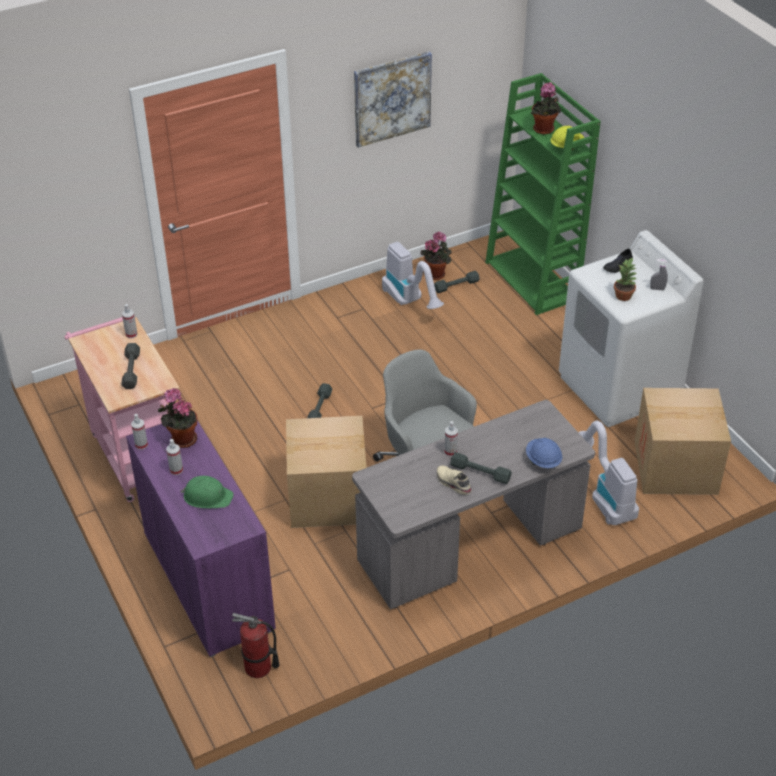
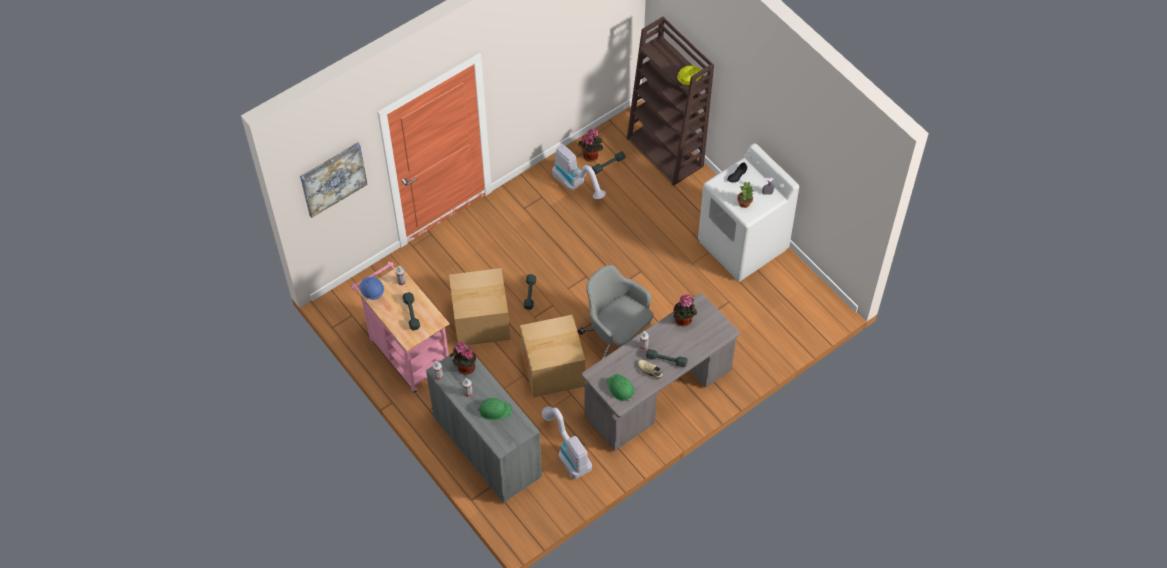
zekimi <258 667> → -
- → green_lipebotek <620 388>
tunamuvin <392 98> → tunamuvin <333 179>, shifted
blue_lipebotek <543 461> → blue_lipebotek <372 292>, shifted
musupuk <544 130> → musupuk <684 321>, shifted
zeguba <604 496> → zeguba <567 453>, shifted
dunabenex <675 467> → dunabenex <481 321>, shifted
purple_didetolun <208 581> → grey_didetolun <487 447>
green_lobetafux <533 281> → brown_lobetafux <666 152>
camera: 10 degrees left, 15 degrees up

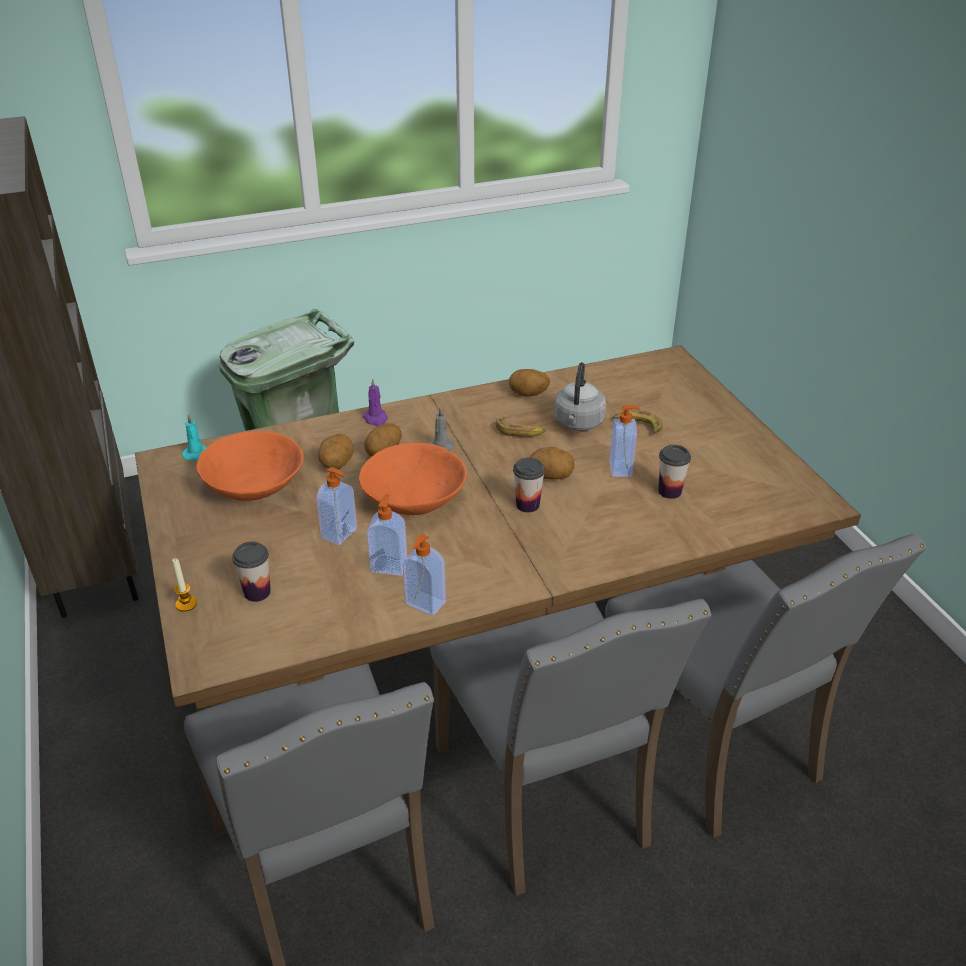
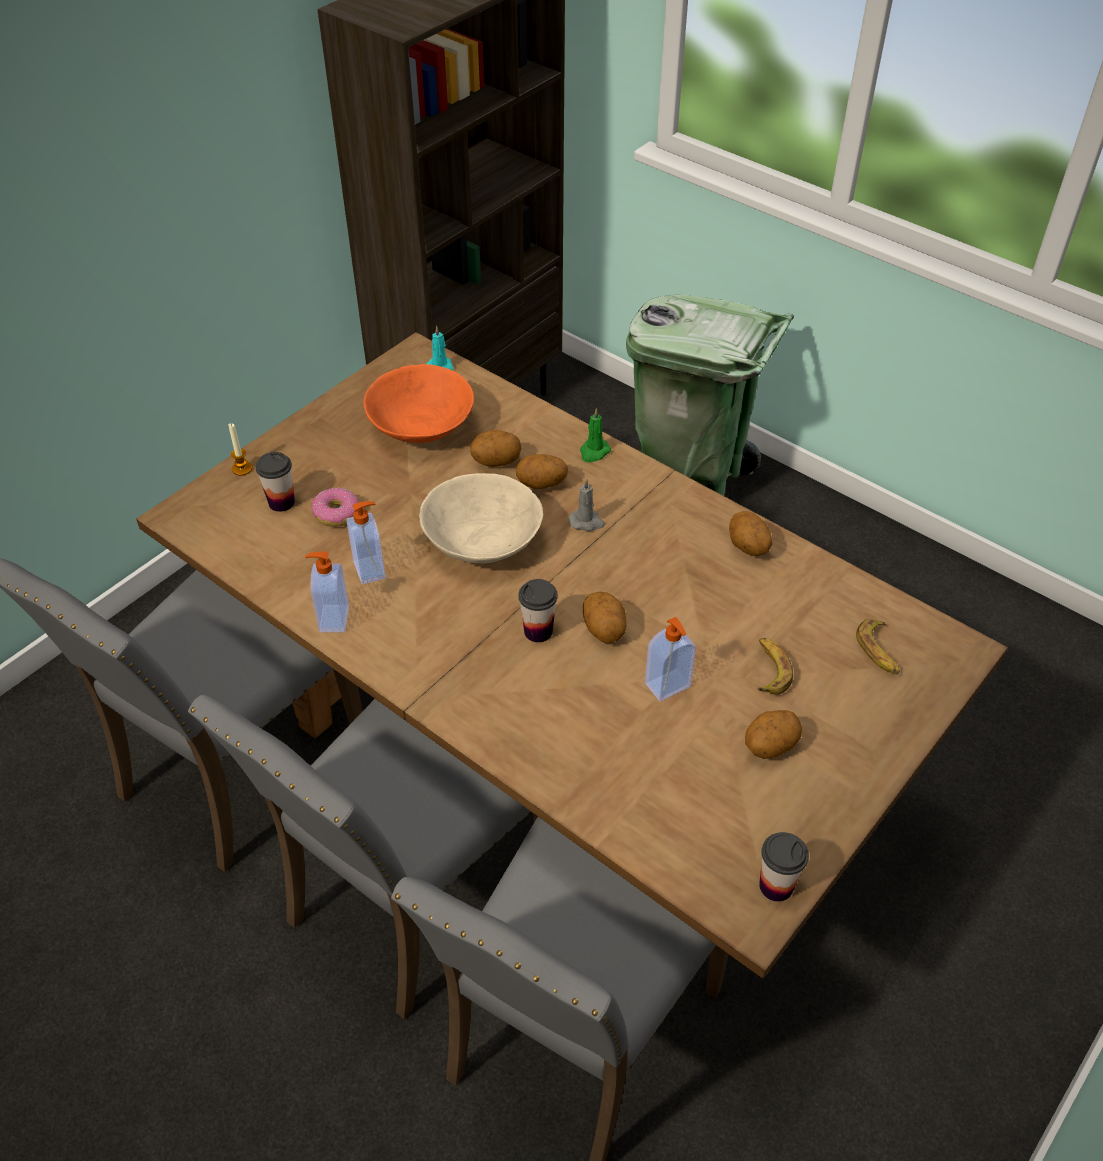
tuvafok <340 534> → -
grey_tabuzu <578 424> → -
- → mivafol <336 513>
- → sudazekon <770 746>
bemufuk <520 431> → bemufuk <879 651>, shifted
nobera <669 491> → nobera <776 886>, shifted
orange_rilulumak <414 499> → beige_rilulumak <482 541>
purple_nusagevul <376 419> → green_nusagevul <594 452>
camera: 60 degrees right, 10 degrees up

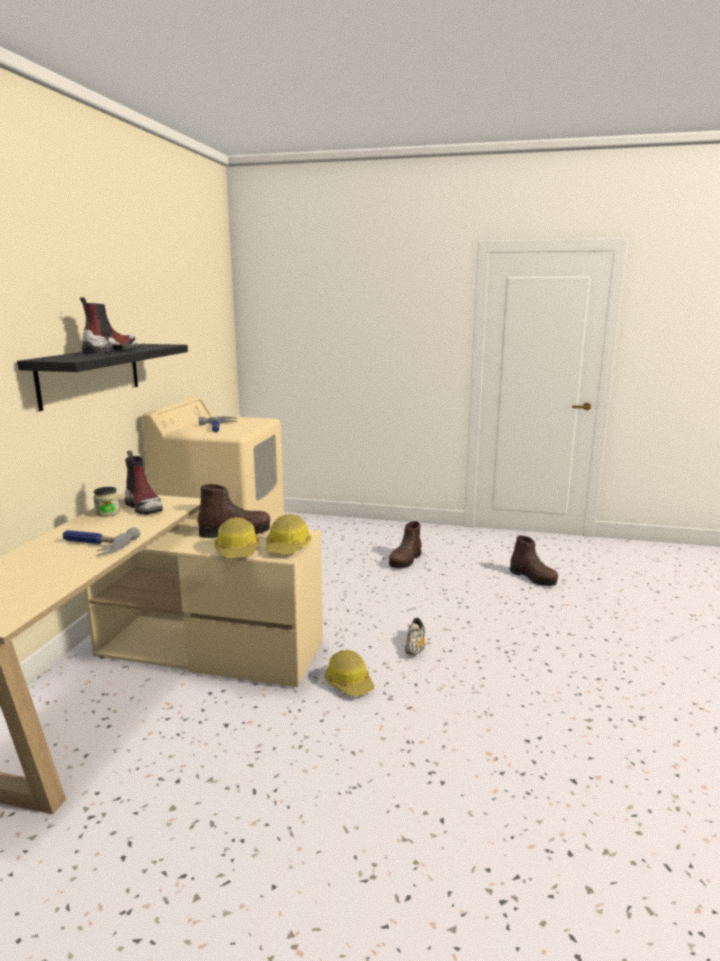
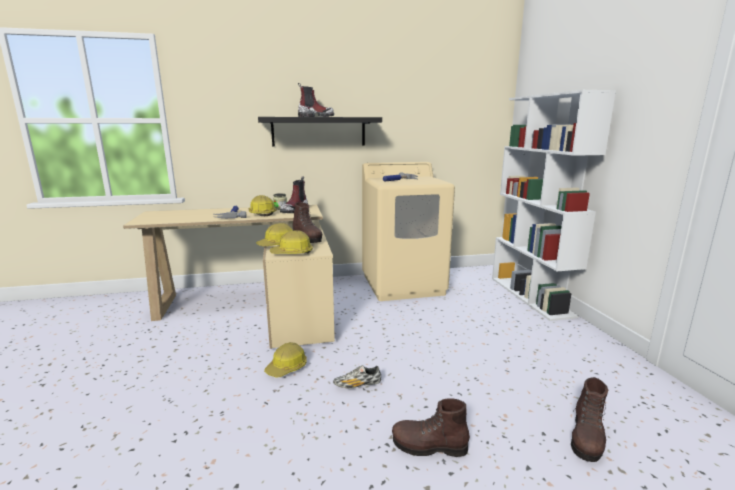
- → lipebotek <261 213>
- → white_lobetafux <531 296>
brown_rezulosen <405 561> → brown_rezulosen <429 446>, shifted
camera: 65 degrees right, 0 degrees up

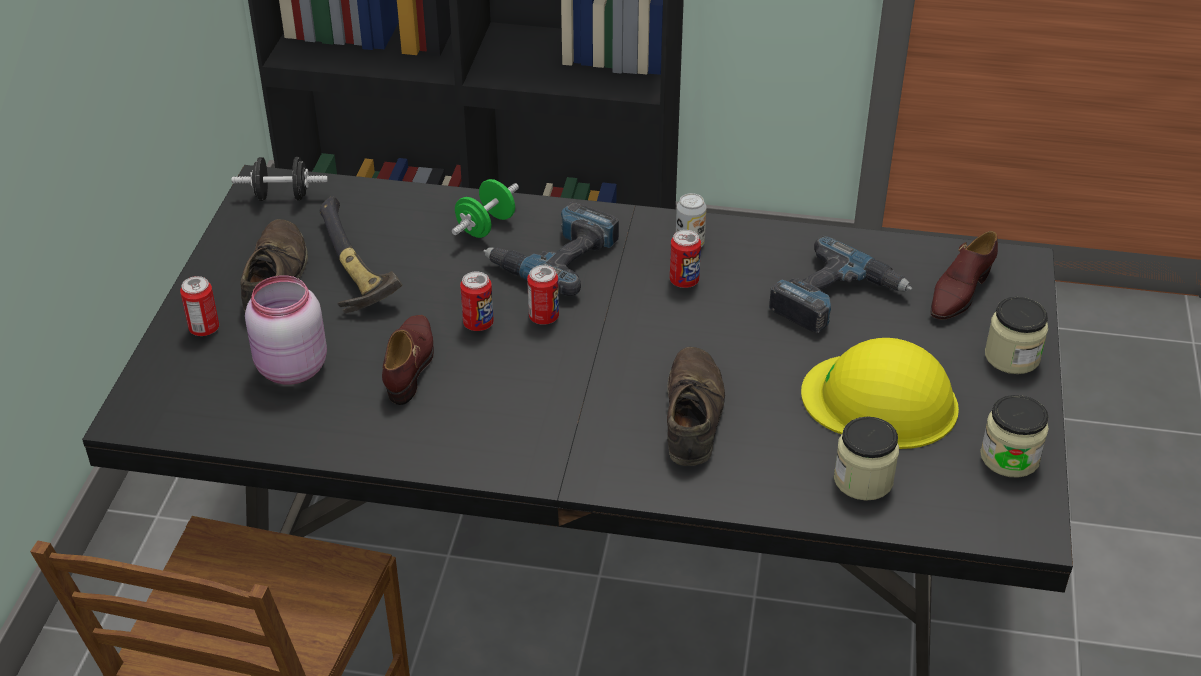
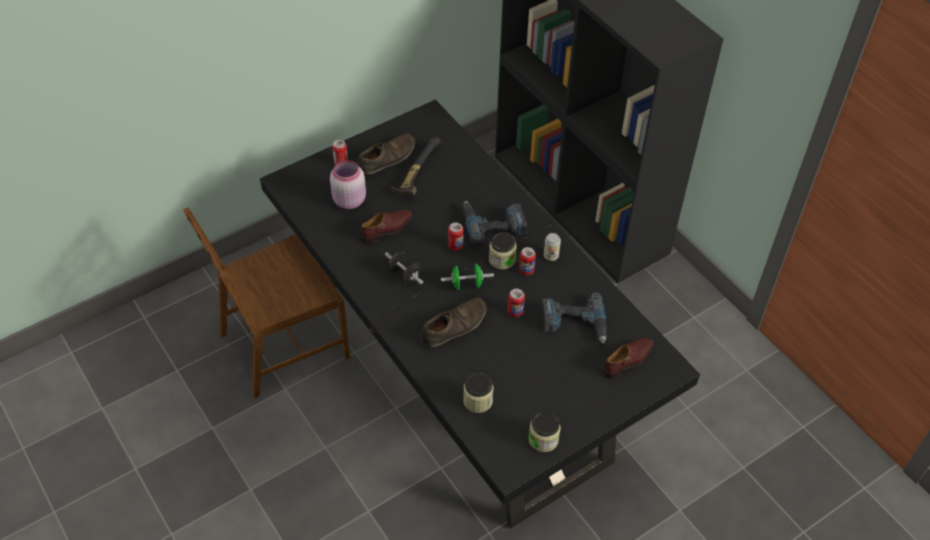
yellow_lipebotek <880 401> → -
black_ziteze <282 196> → black_ziteze <404 275>, shifted
green_ziteze <486 226> → green_ziteze <467 284>, shifted
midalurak <478 324> → midalurak <515 311>, shifted
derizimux <1012 357> → derizimux <502 259>, shifted
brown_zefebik <959 291> → brown_zefebik <628 360>, 150 degrees clockwise
camera: 45 degrees right, 10 degrees up

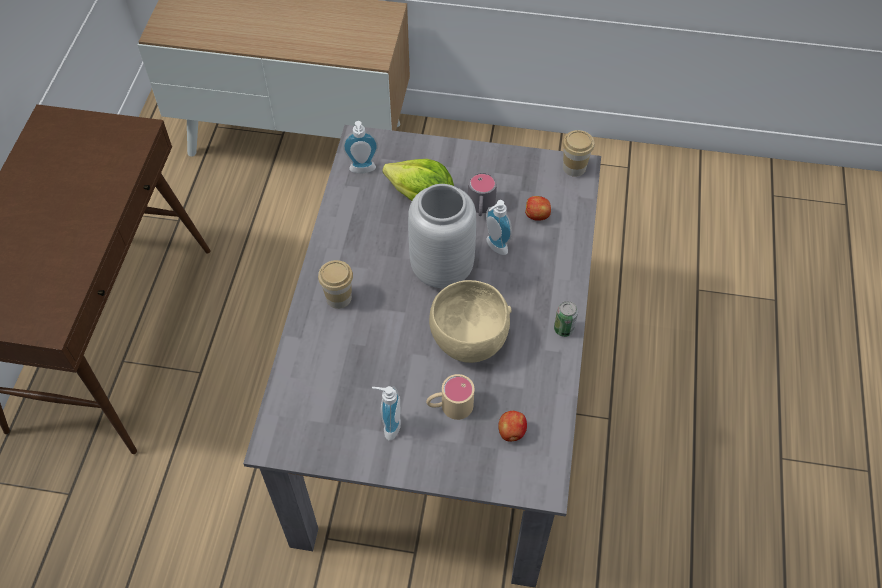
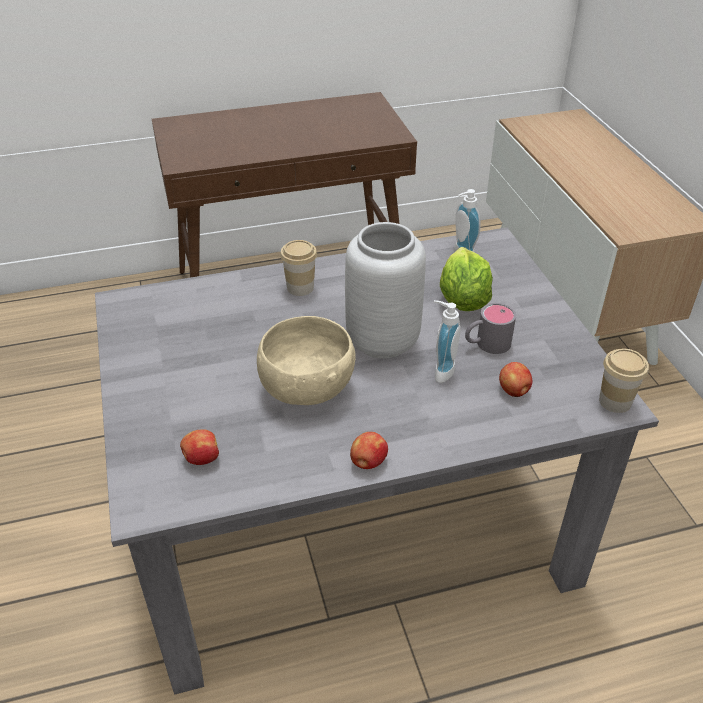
tuvafok <388 425> → -
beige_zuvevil <449 406> → -
midalurak <564 329> → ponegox <368 462>
camera: 65 degrees right, 15 degrees down

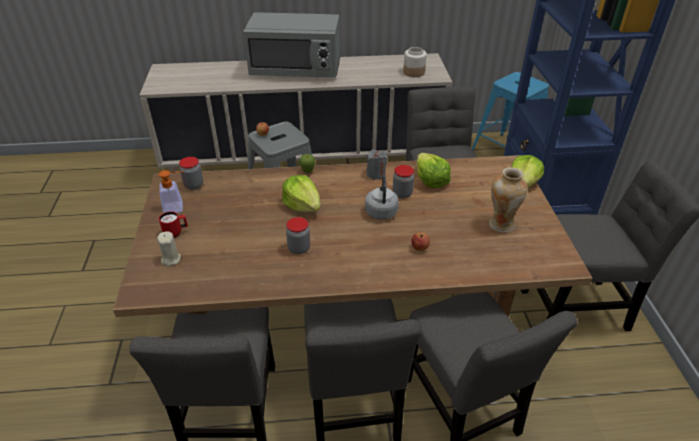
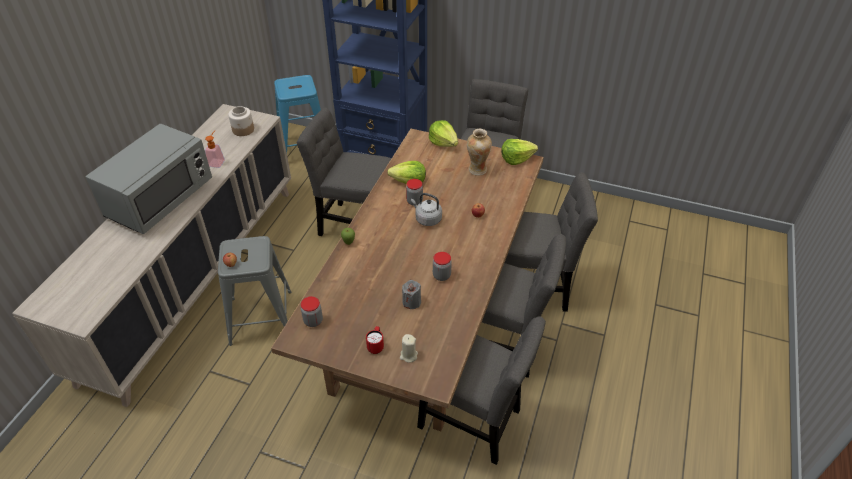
tuvafok <177 207> → tuvafok <217 161>, shifted
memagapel <302 205> → memagapel <516 158>, shifted
grey_nusagevul <376 174> → grey_nusagevul <411 302>, shifted
camera: 65 degrees left, 5 degrees up

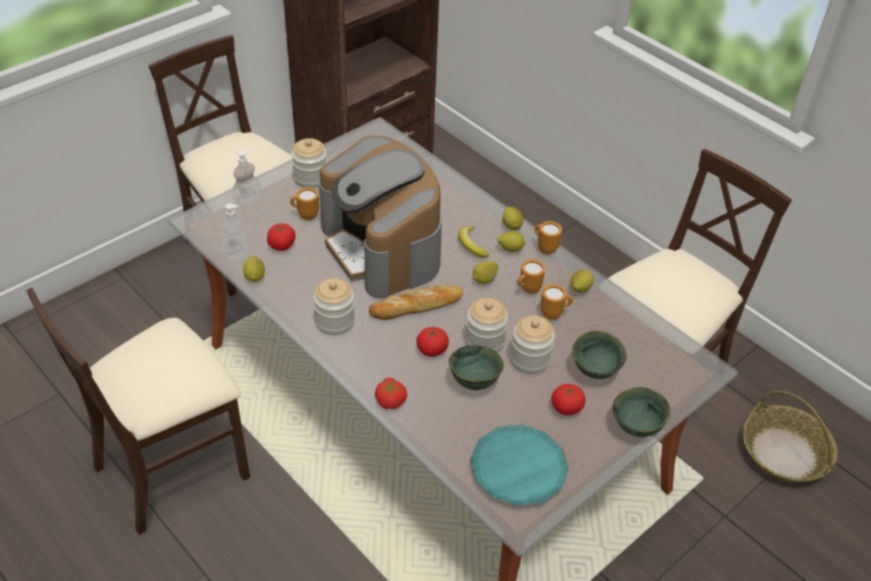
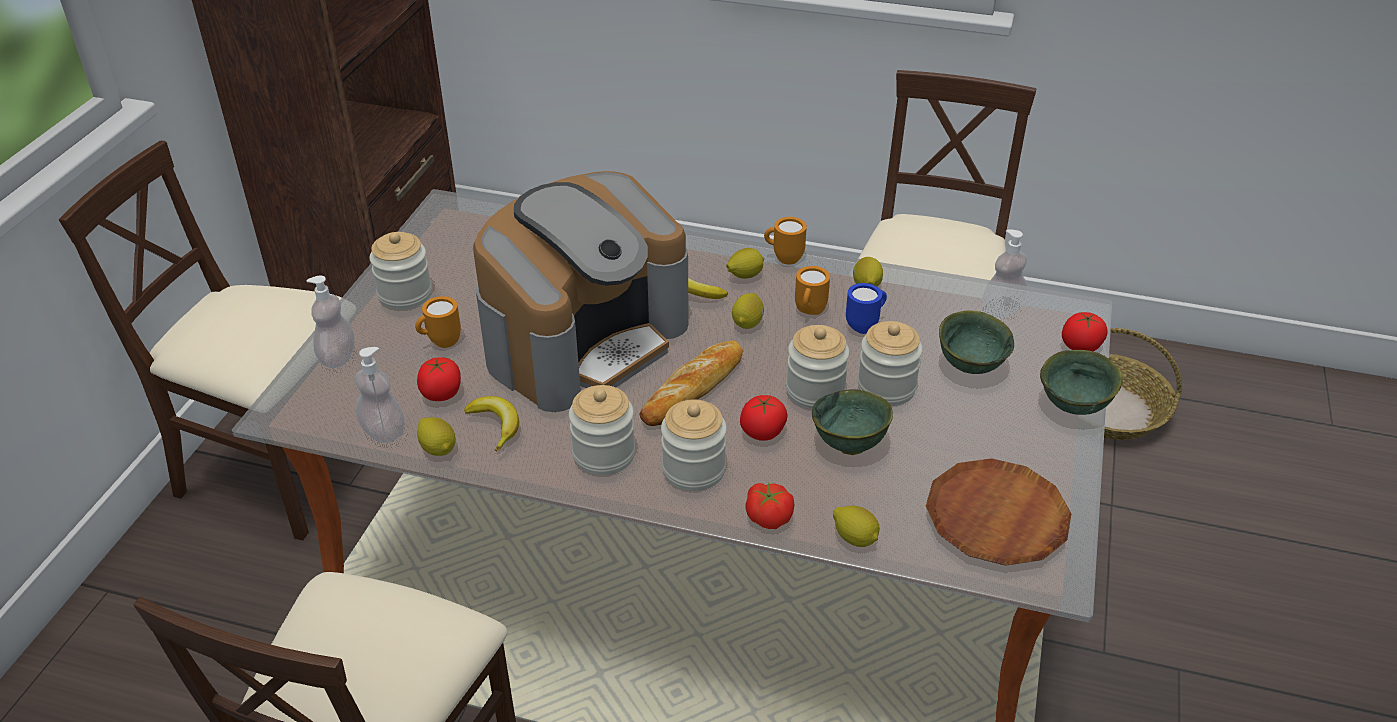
- → bemufuk <496 425>
- → derizimux <693 469>
- → tuvafok <1001 310>
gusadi <511 226> → gusadi <855 538>, shifted
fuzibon <566 408> → fuzibon <1080 346>, shifted
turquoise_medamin <518 469> → brown_medamin <996 519>
orange_zuvevil <554 314> → blue_zuvevil <865 326>
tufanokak <383 248> → tufanokak <585 339>, 75 degrees counterclockwise
camera: 30 degrees left, 5 degrees down

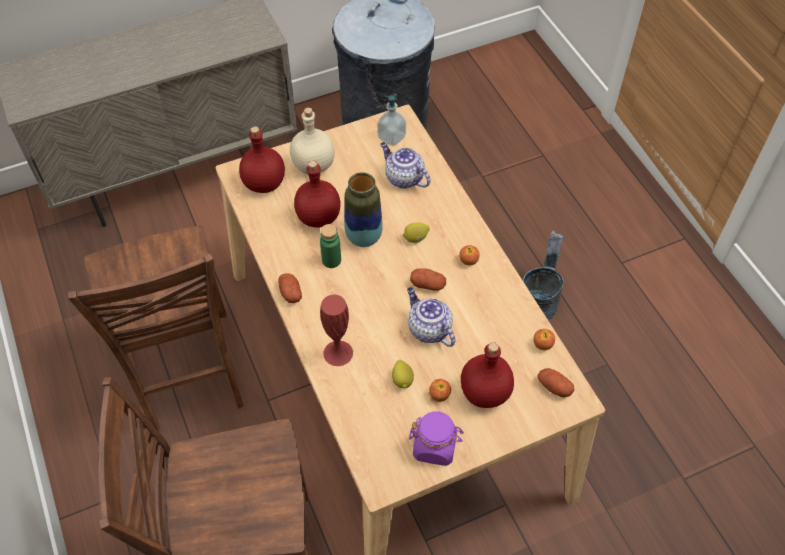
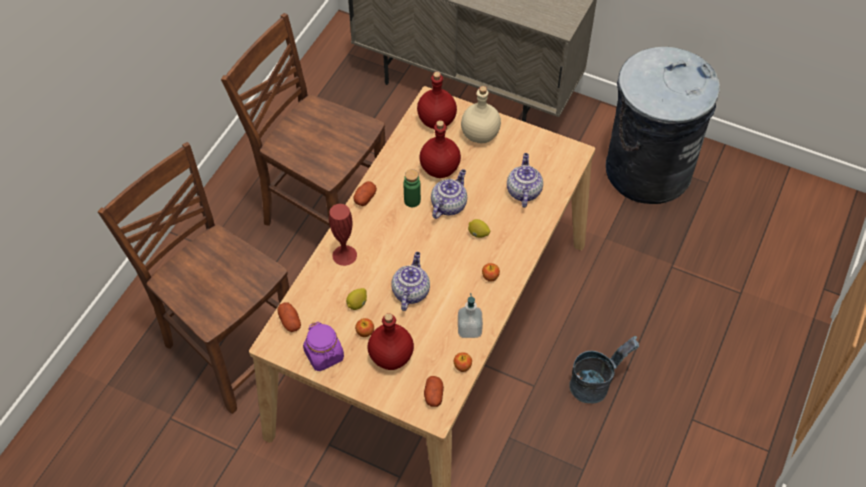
tuvafok <391 137> → tuvafok <469 329>, shifted
sudazekon <428 284> → sudazekon <290 321>, shifted
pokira <364 237> → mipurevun <449 205>
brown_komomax <187 374> → brown_komomax <323 217>, 90 degrees clockwise
camera: 50 degrees right, 0 degrees up

